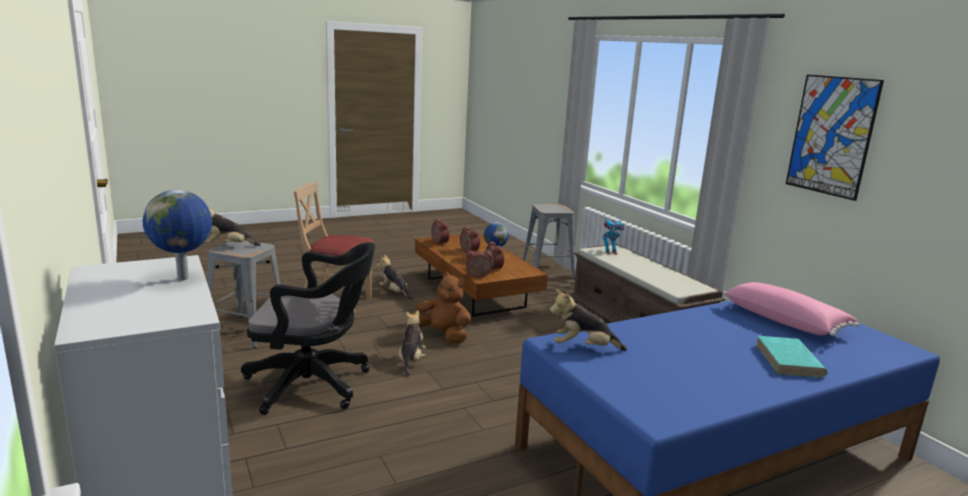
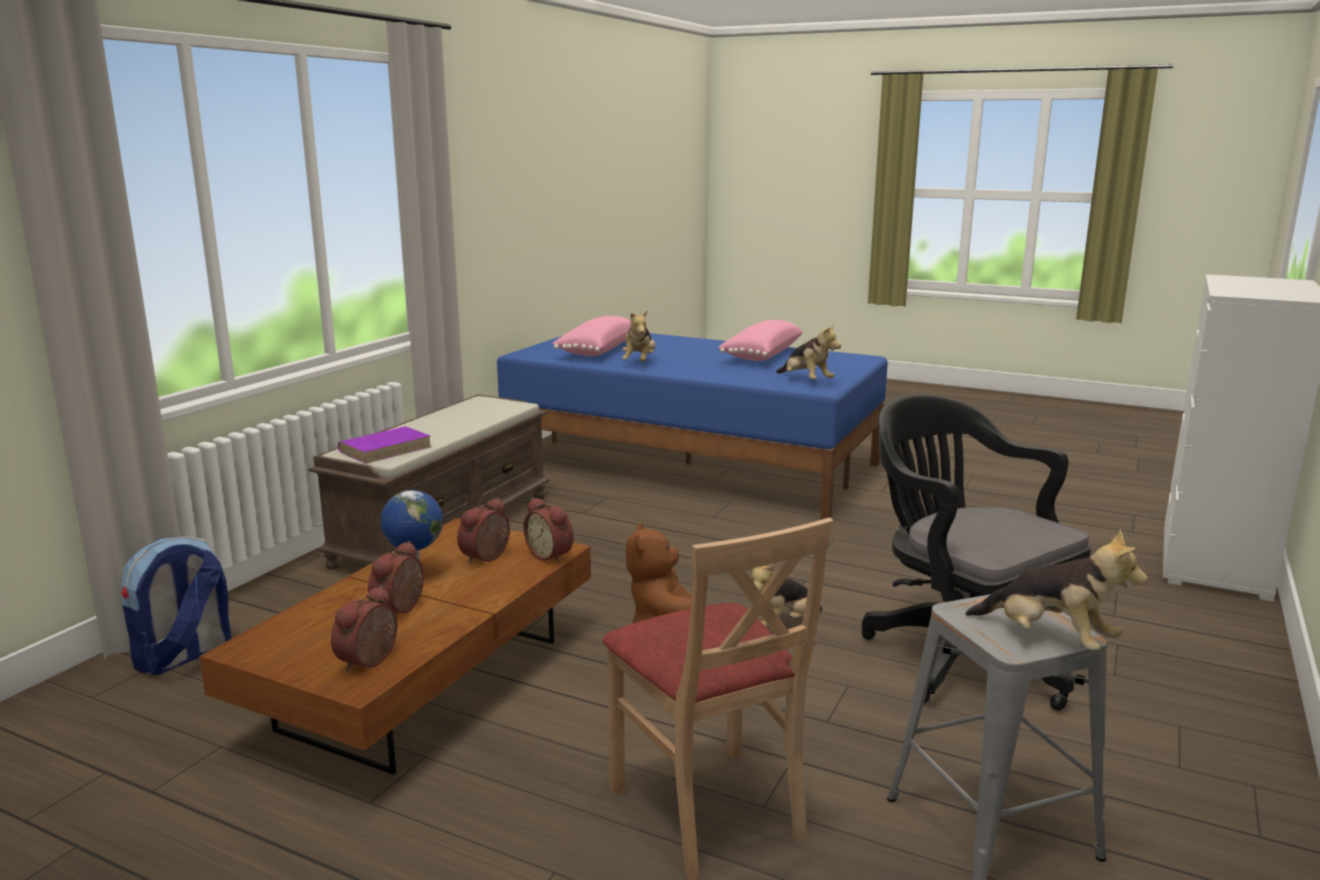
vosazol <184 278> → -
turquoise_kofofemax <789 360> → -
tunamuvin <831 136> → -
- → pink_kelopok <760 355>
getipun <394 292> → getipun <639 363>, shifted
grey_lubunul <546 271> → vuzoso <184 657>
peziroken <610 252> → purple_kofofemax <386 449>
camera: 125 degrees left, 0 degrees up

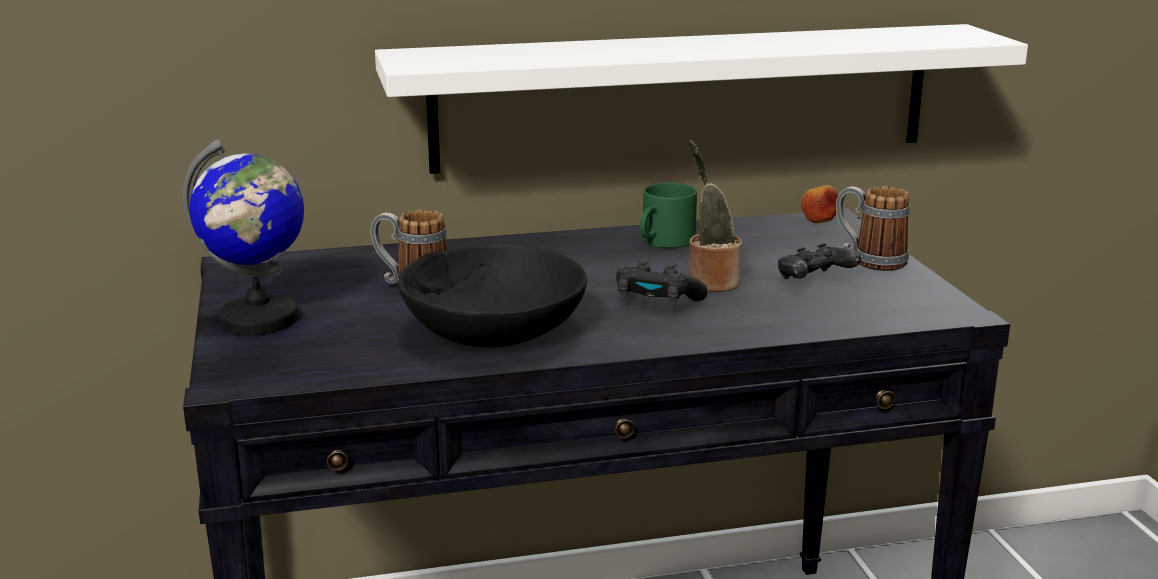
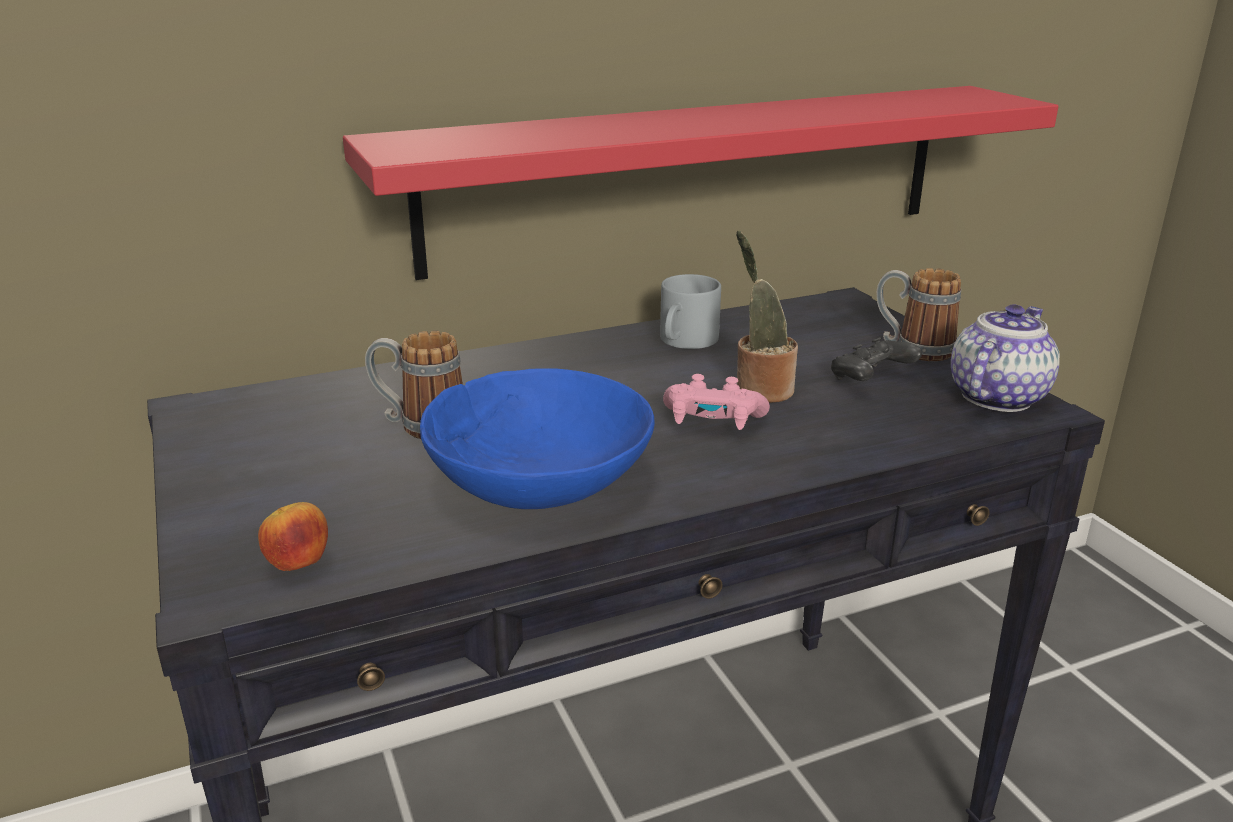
vosazol <259 320> → -
- → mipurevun <997 396>
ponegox <818 222> → ponegox <298 565>, shifted
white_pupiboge <684 97> → red_pupiboge <691 176>
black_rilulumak <493 331> → blue_rilulumak <538 481>
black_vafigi <655 302> → pink_vafigi <712 422>
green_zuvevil <664 242> → grey_zuvevil <685 342>
camera: 10 degrees left, 5 degrees up

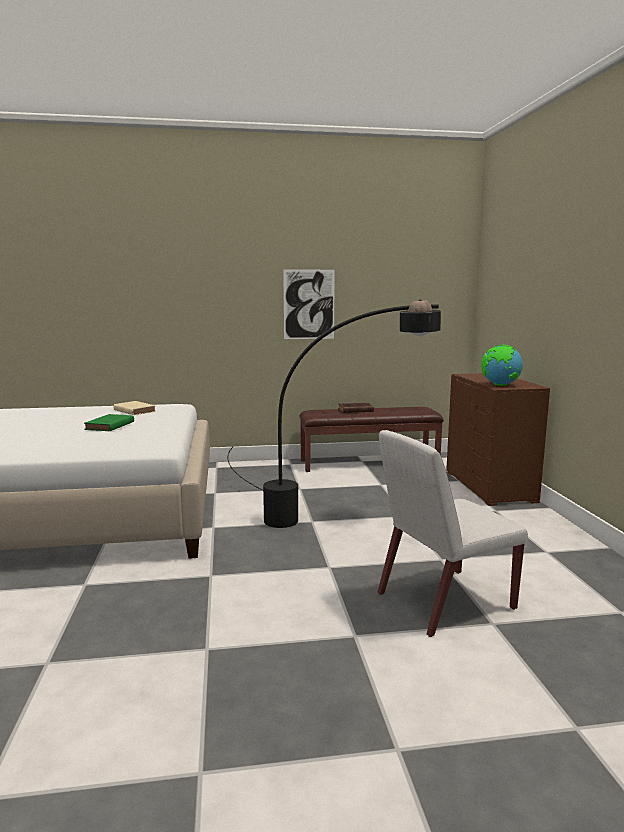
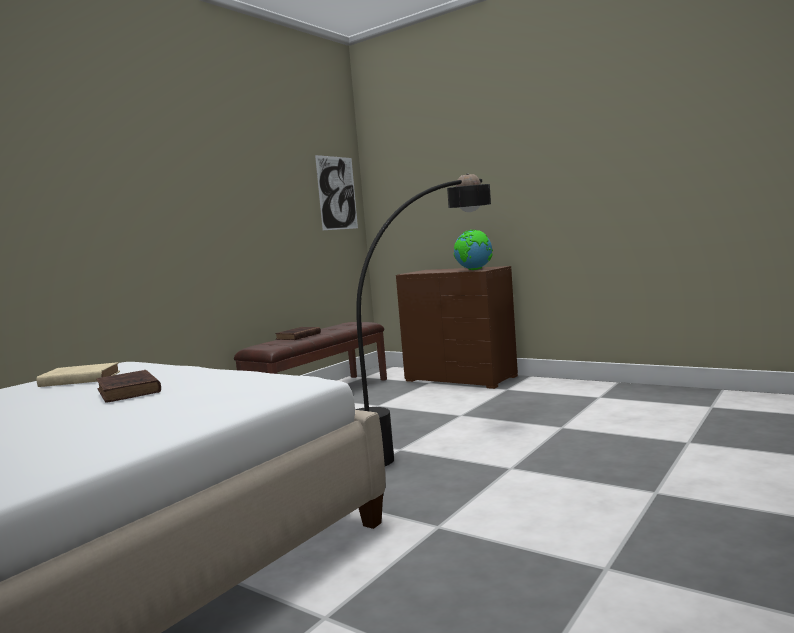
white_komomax <443 601> → -
tunamuvin <309 304> → tunamuvin <337 193>, shifted
green_kofofemax <109 426> → brown_kofofemax <129 391>
camera: 45 degrees left, 5 degrees down

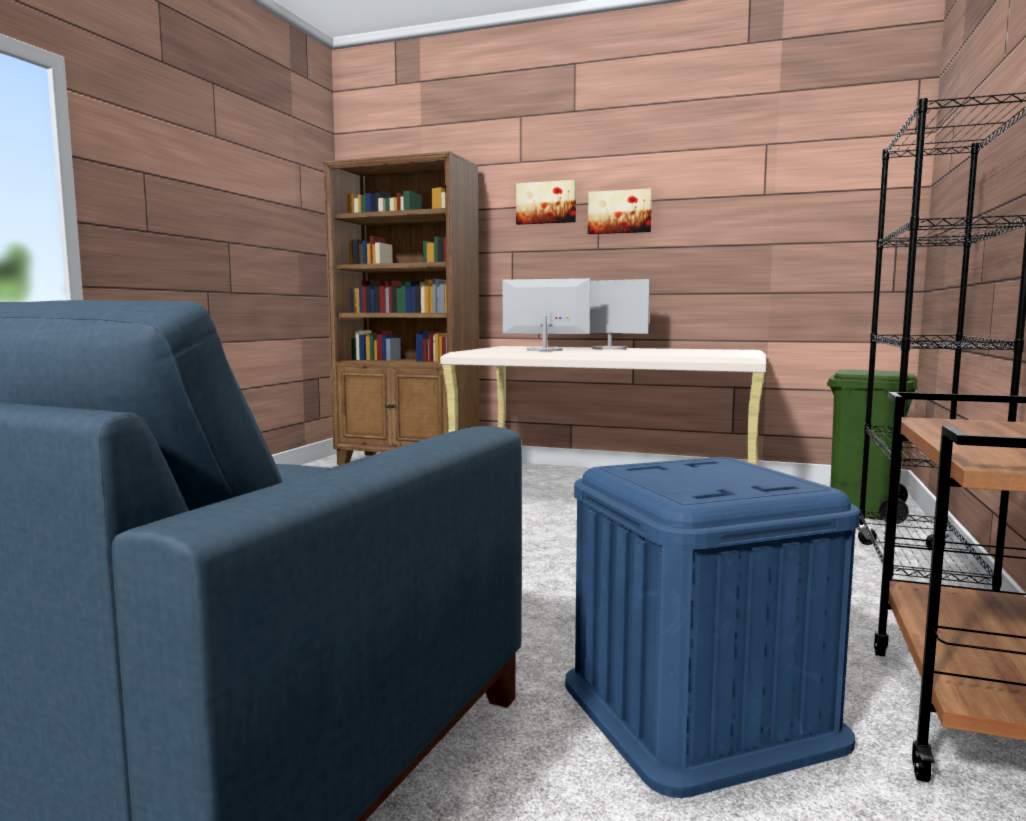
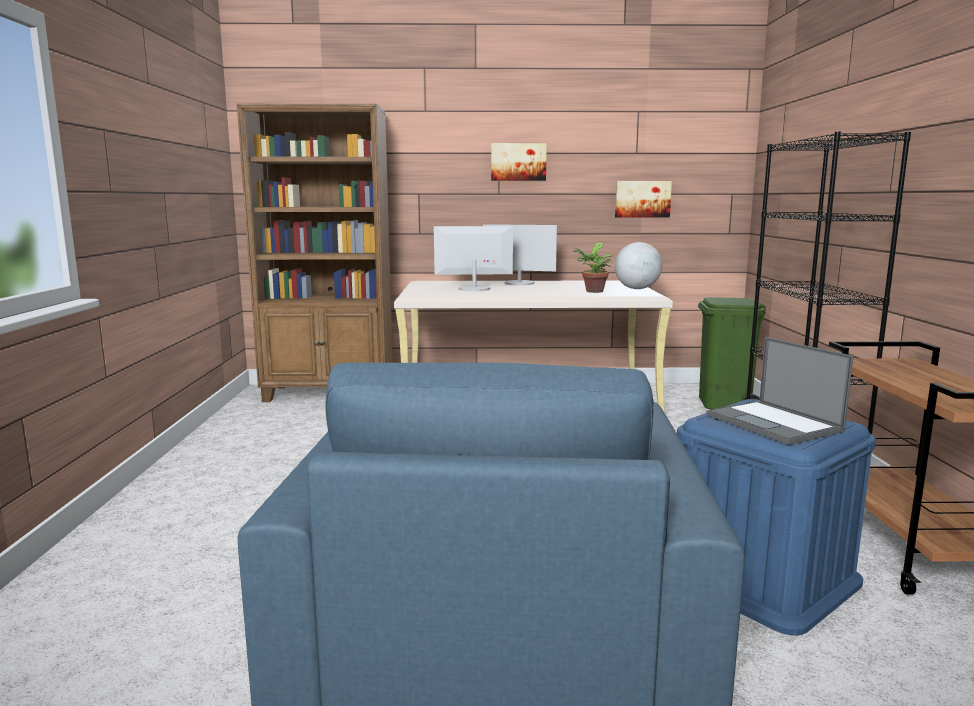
- → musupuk <593 291>
- → vosazol <637 289>
- → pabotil <775 423>
tunamuvin <546 203> → tunamuvin <642 199>, shifted
camera: 20 degrees left, 5 degrees up

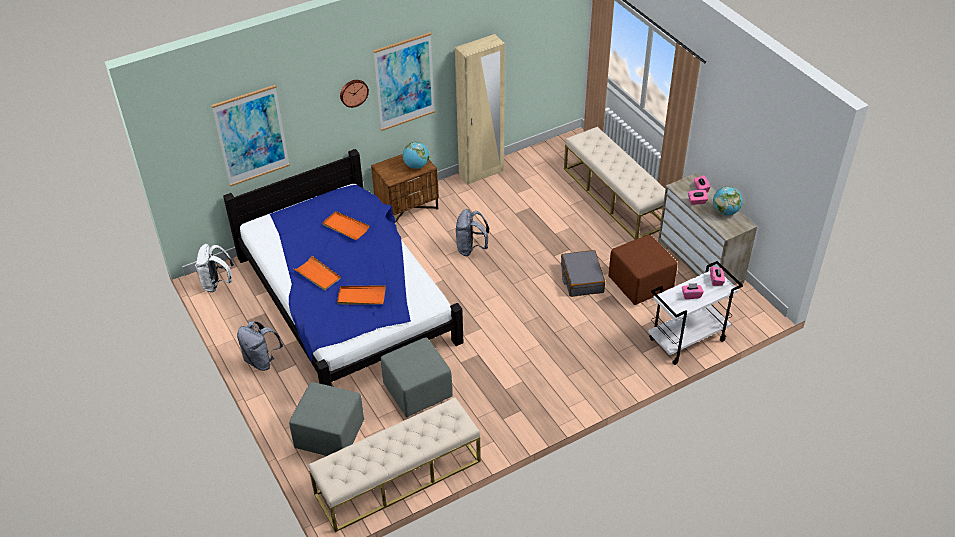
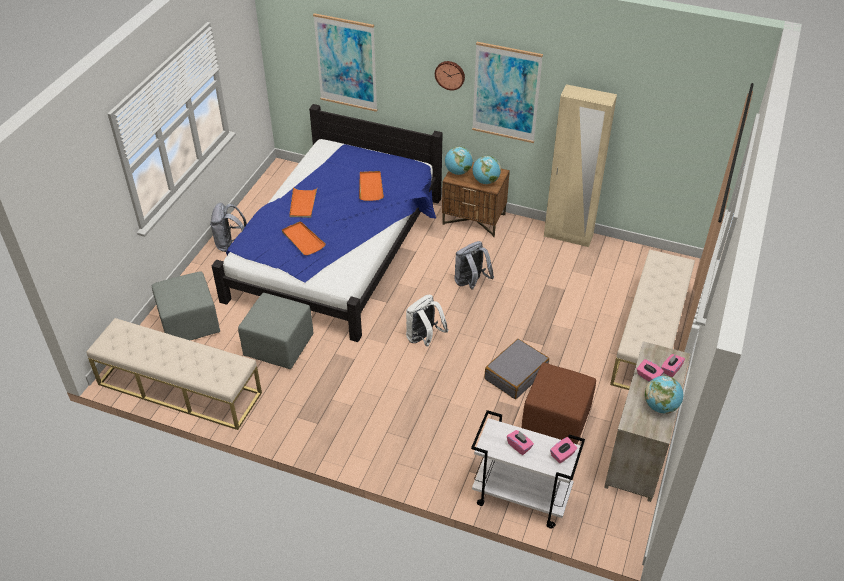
- → vosazol <458 172>
white_vuzoso <217 284> → white_vuzoso <424 338>, shifted
camera: 50 degrees right, 0 degrees up

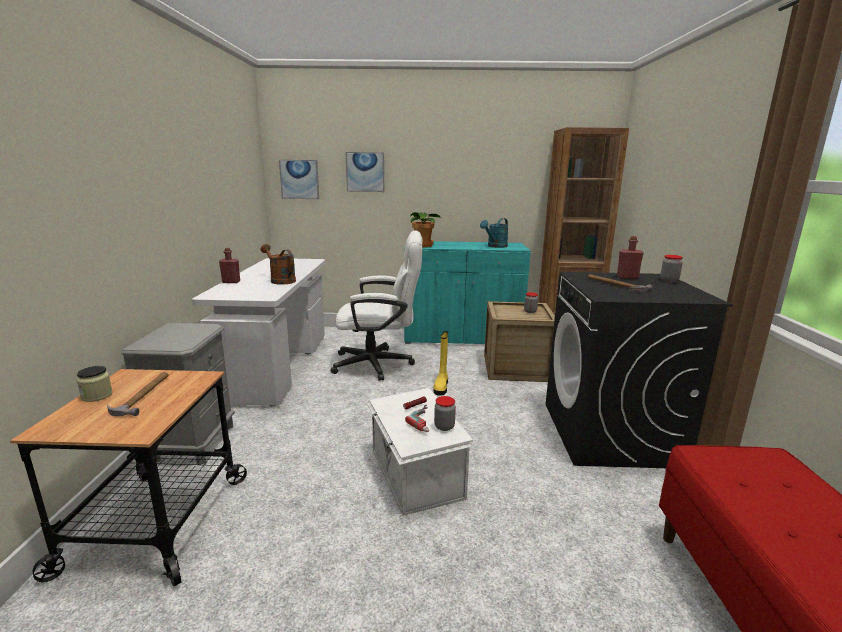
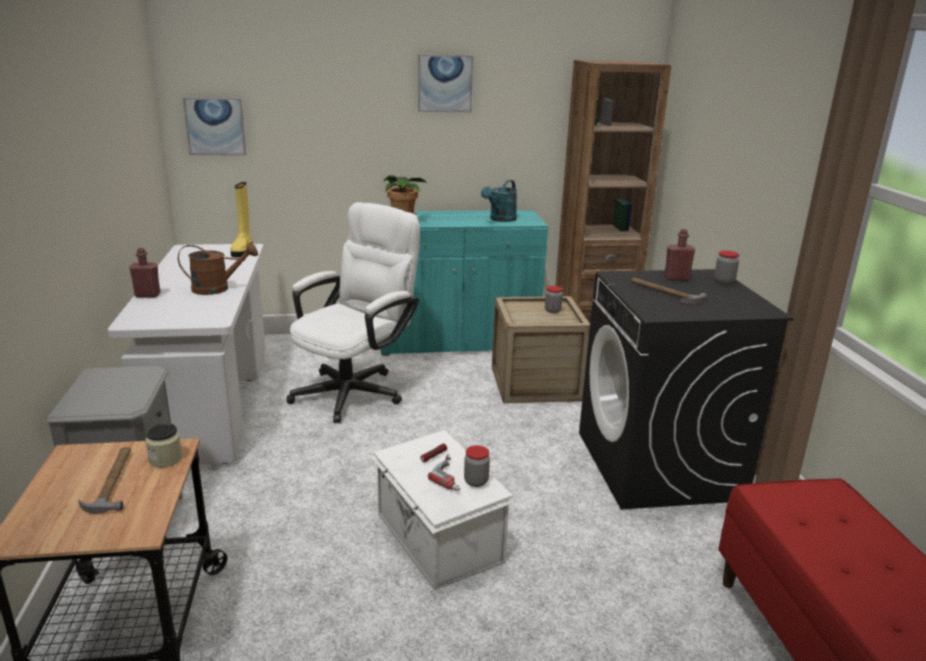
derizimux <97 396> → derizimux <165 459>, shifted
tunamuvin <365 172> → tunamuvin <445 83>, shifted
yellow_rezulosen <441 387> → yellow_rezulosen <242 250>, shifted
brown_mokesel <280 280> → brown_mokesel <217 289>, 135 degrees clockwise
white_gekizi <380 364> → white_gekizi <356 390>, 45 degrees counterclockwise
camera: 10 degrees left, 5 degrees up

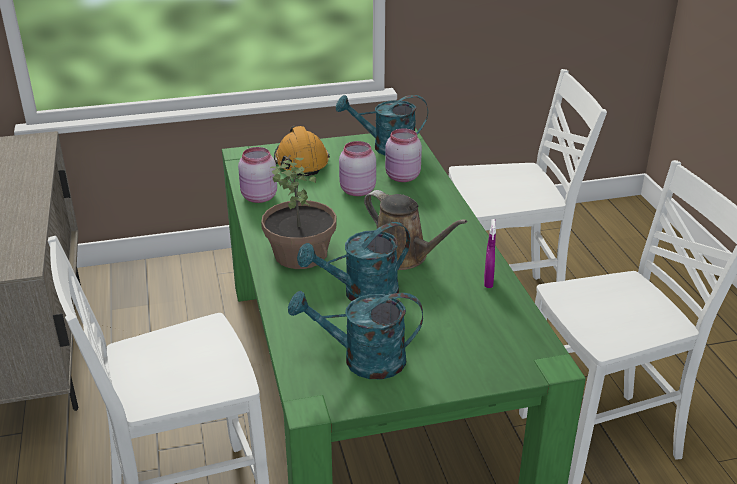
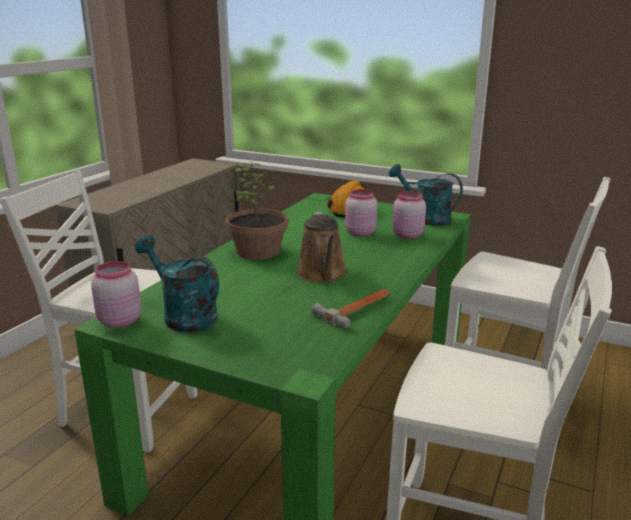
turquoise_mokesel <361 294> → -
pink_derizimux <258 197> → pink_derizimux <118 321>, shifted
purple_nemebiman <488 282> → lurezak <357 310>
camera: 40 degrees right, 10 degrees down

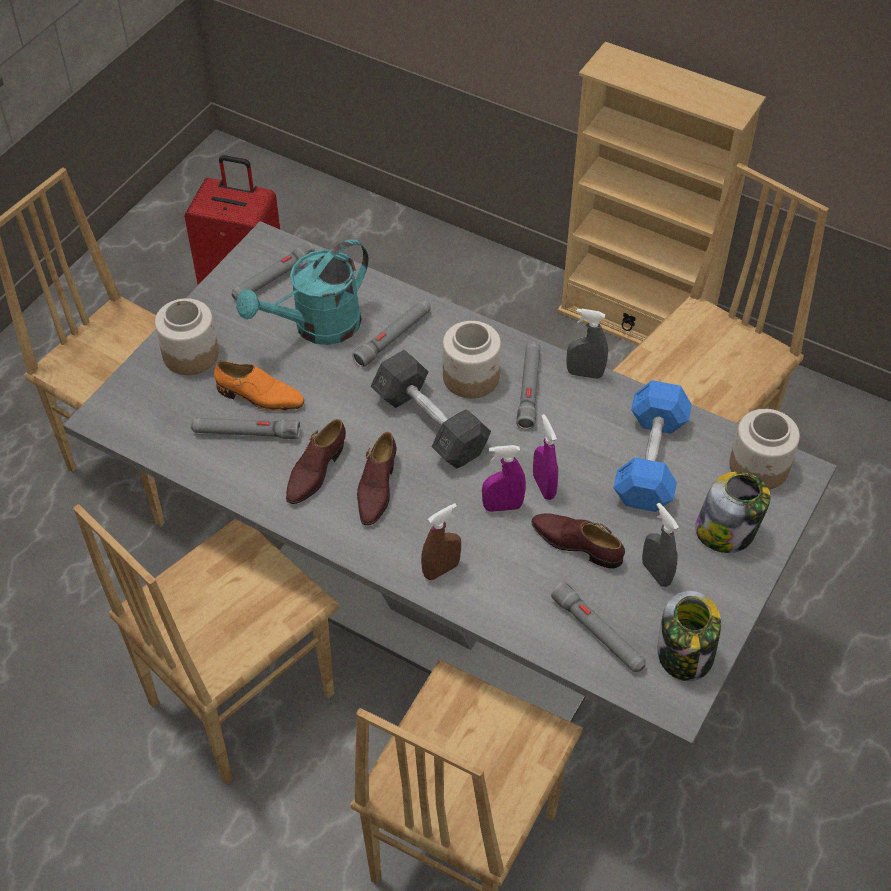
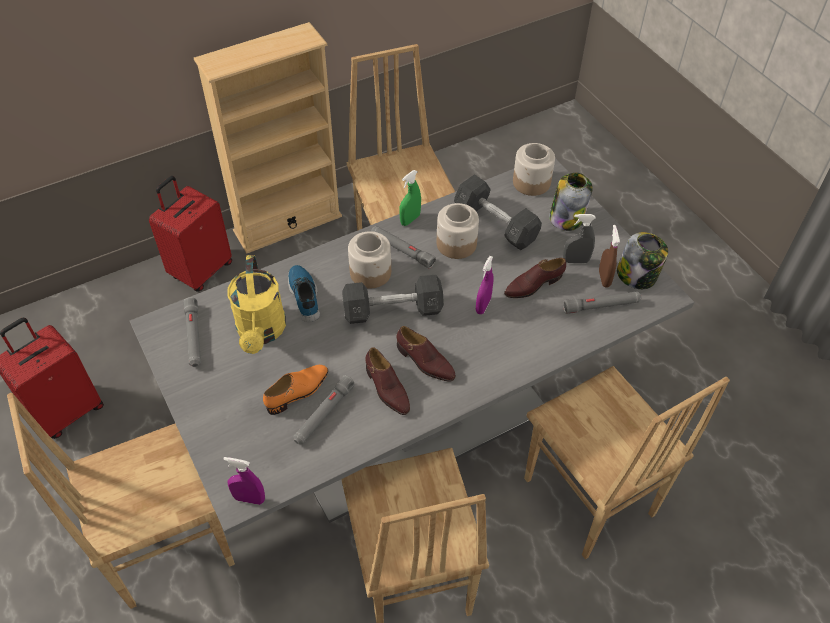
- → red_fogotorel <200 270>
derizimux <190 354> → derizimux <456 244>, shifted
brown_nemebiman <441 570> → brown_nemebiman <604 278>, shifted
purple_nemebiman <544 486> → purple_nemebiman <249 498>, shifted
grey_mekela <393 337> → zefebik <305 295>
turquoise_mokesel <317 328> → yellow_mokesel <261 332>
grey_nemebiman <584 373> → green_nemebiman <410 219>
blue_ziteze <650 460> → grey_ziteze <496 223>
camera: 60 degrees left, 0 degrees up

